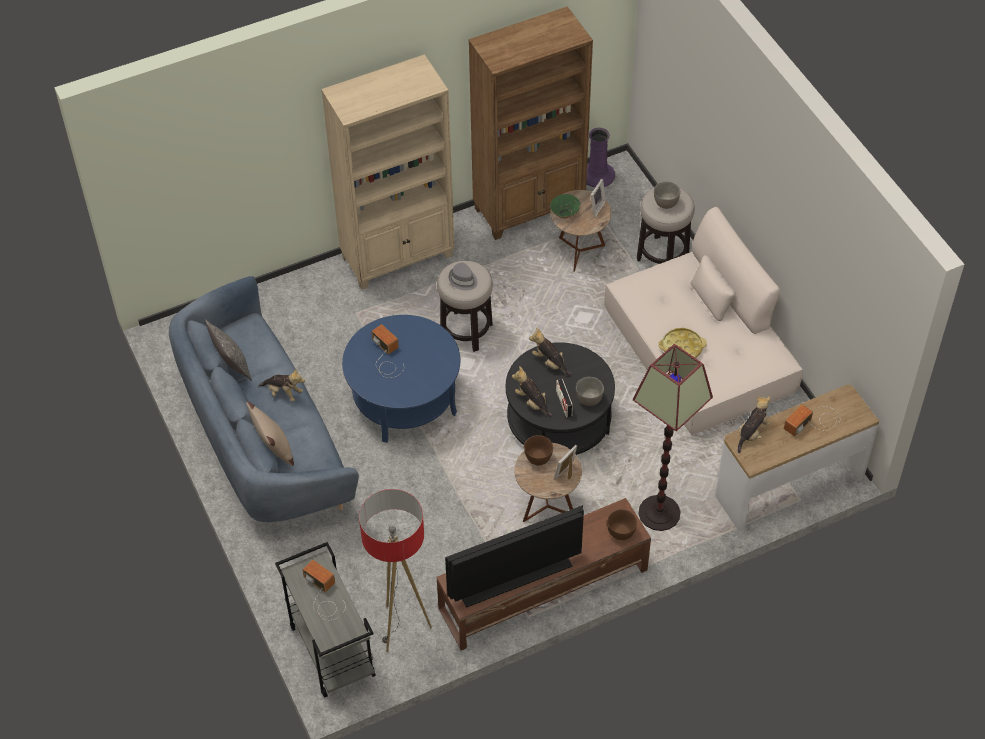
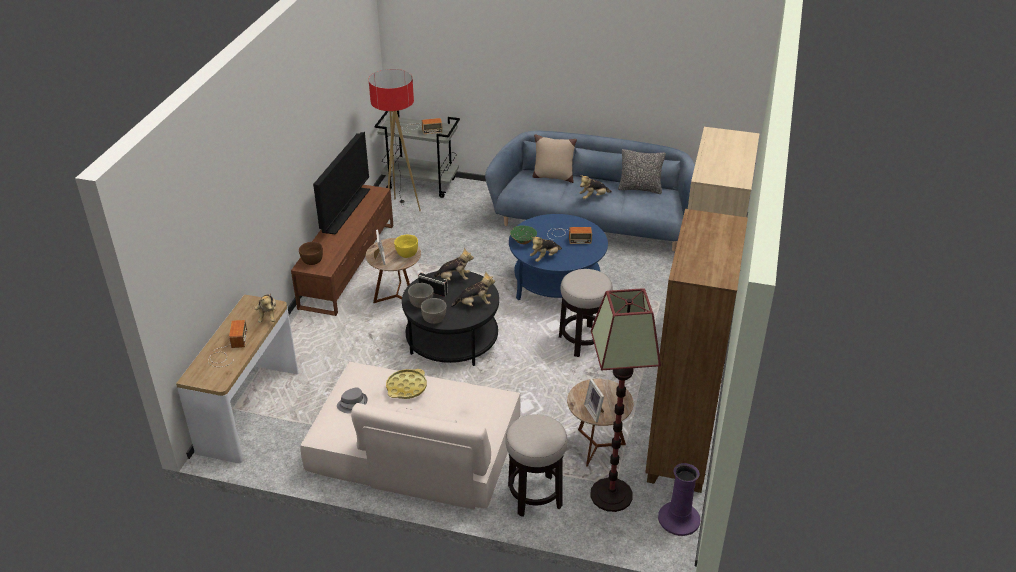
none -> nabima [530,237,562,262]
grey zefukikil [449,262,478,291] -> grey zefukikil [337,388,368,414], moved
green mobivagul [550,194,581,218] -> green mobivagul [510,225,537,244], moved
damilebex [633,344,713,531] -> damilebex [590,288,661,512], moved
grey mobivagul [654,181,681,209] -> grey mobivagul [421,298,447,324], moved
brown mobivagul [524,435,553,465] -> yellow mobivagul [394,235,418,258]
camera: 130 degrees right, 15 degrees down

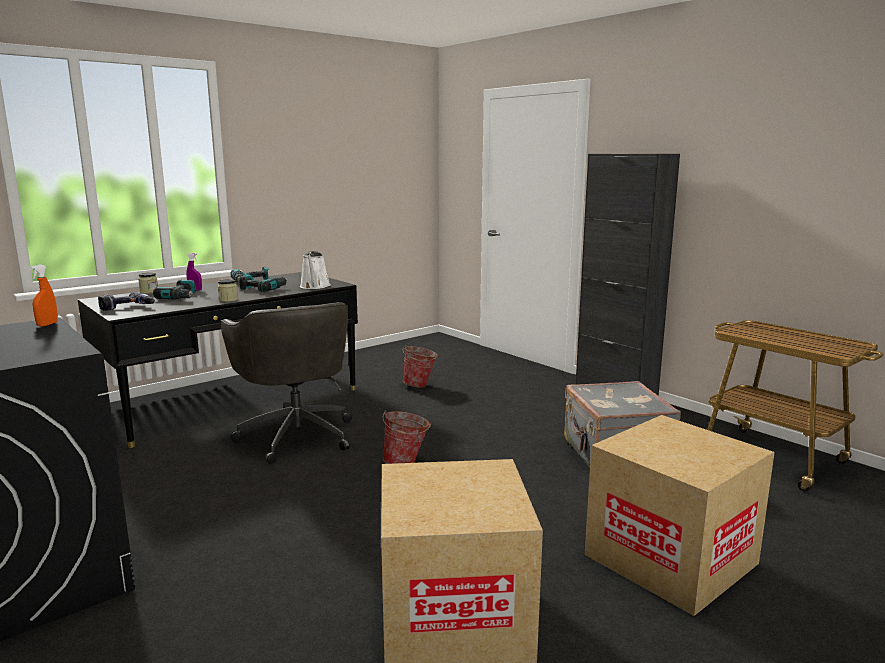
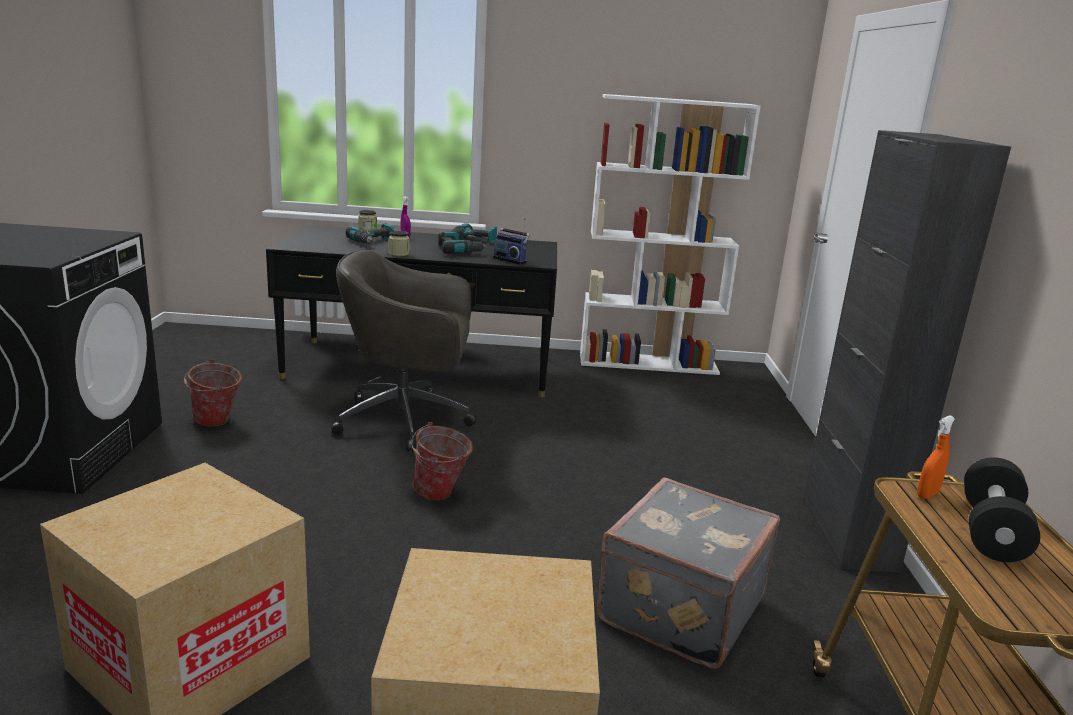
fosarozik [98,292,155,311] -> none
none -> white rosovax [580,94,761,375]
none -> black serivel [964,457,1040,562]
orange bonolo [30,264,58,327] -> orange bonolo [917,415,955,499], moved
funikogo [402,344,439,388] -> funikogo [184,359,242,427], moved
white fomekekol [300,251,331,289] -> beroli [493,218,530,265]
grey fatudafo [220,302,352,464] -> grey fatudafo [331,250,476,452], 75 degrees clockwise
camera: 40 degrees right, 5 degrees up

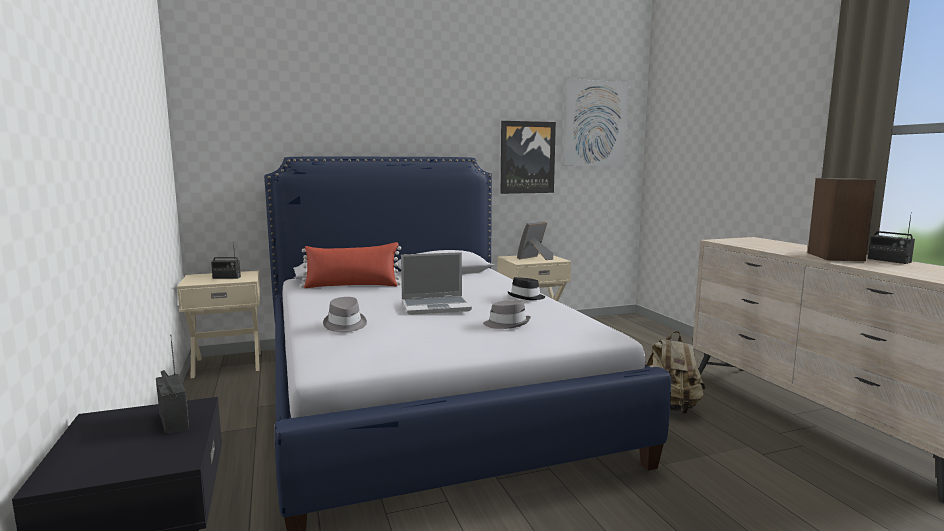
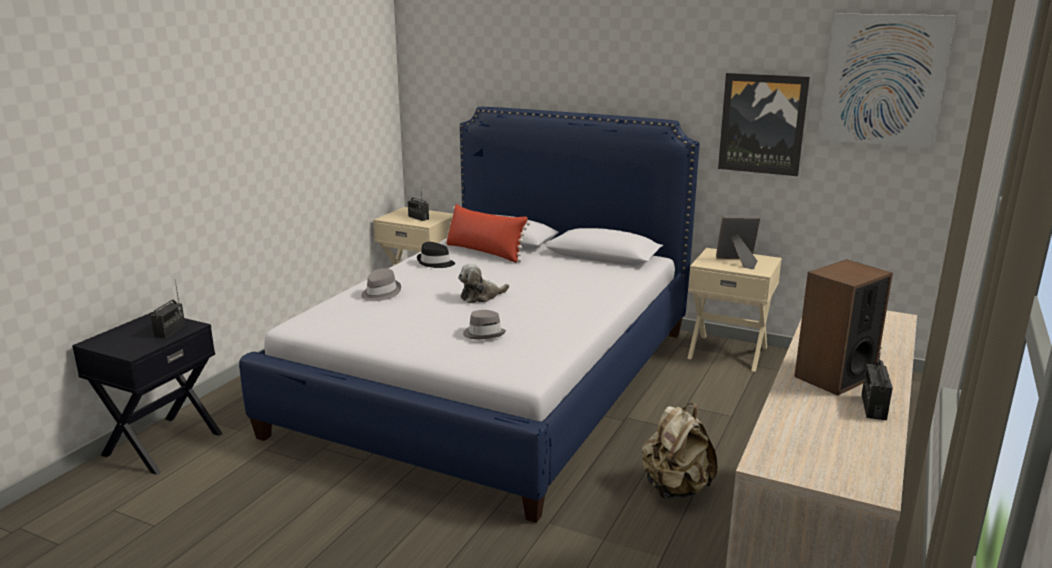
black zefukikil [507,277,545,300] -> black zefukikil [417,242,455,268], moved
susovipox [401,252,472,315] -> nabima [458,264,509,303]
camera: 45 degrees right, 10 degrees up

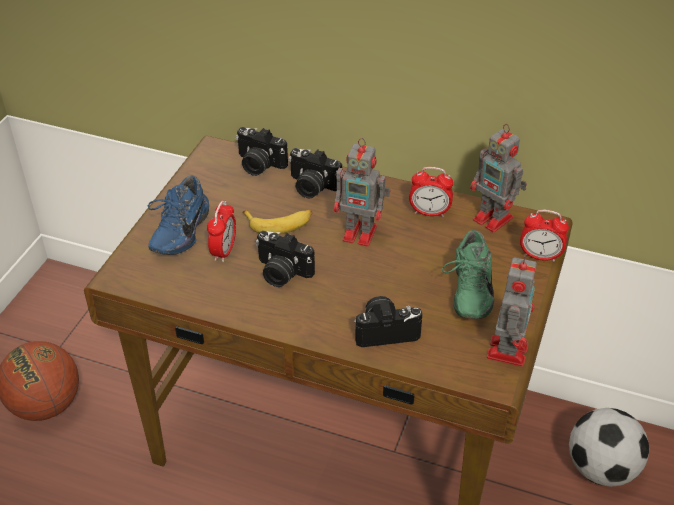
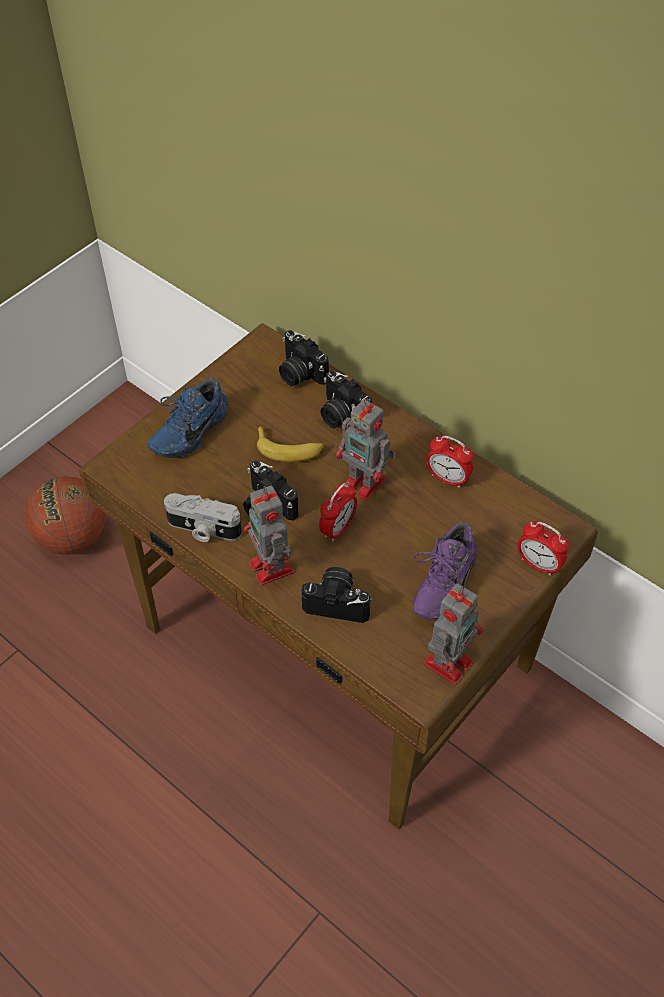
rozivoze [569,408,649,487] -> none
none -> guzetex [164,493,242,542]
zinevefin [207,201,236,262] -> zinevefin [319,482,357,542], moved
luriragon [470,124,527,233] -> luriragon [244,486,294,585], moved
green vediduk [442,230,494,319] -> purple vediduk [413,522,477,621]
camera: 20 degrees right, 10 degrees up

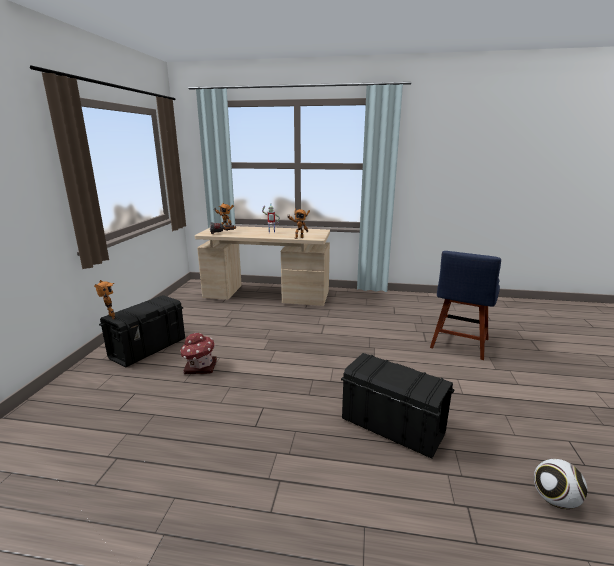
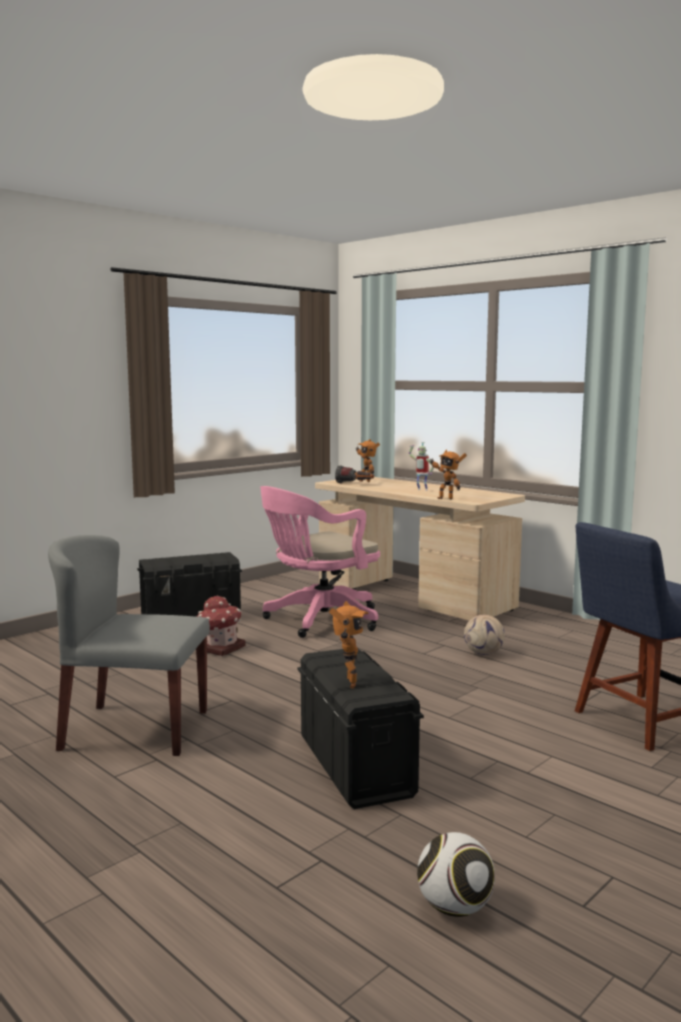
none -> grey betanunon [48,535,210,756]
none -> pink fatudafo [260,486,380,638]
none -> rozivoze [464,615,505,655]
luriragon [94,280,115,319] -> luriragon [329,601,369,688], moved
camera: 35 degrees right, 10 degrees down

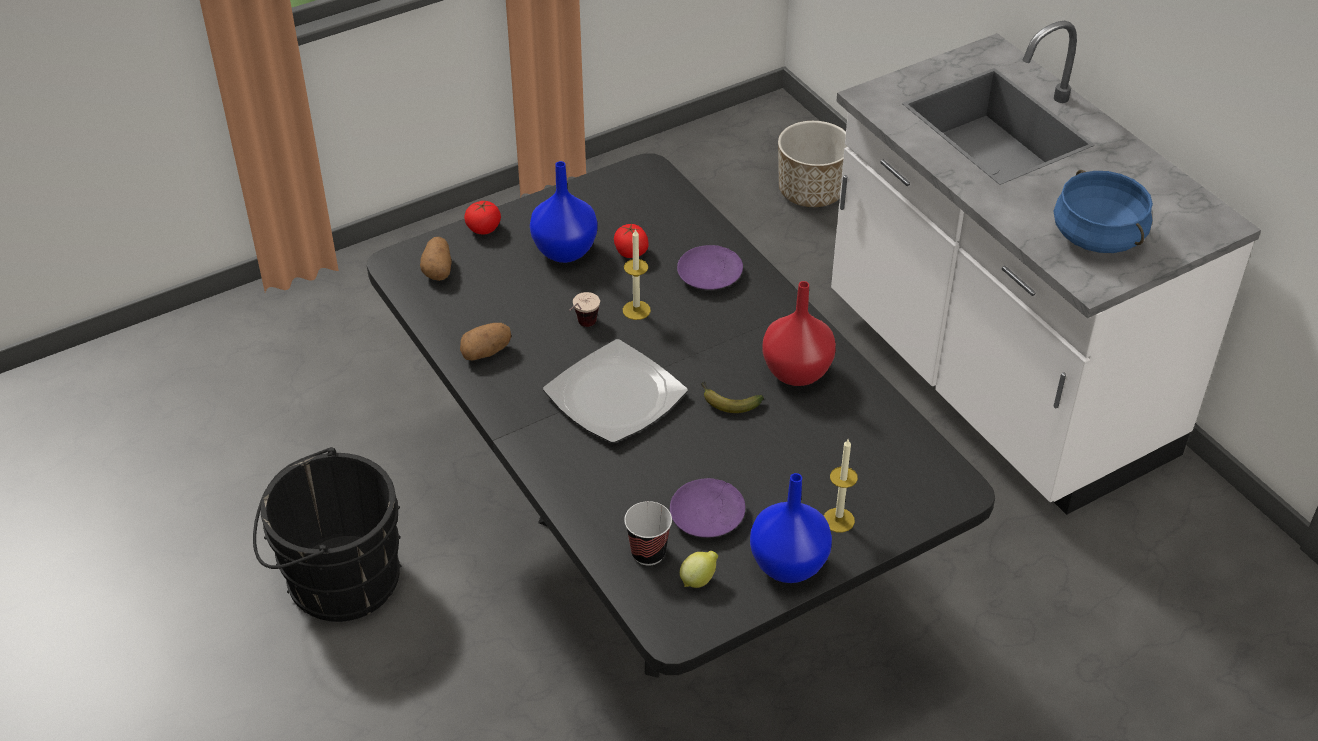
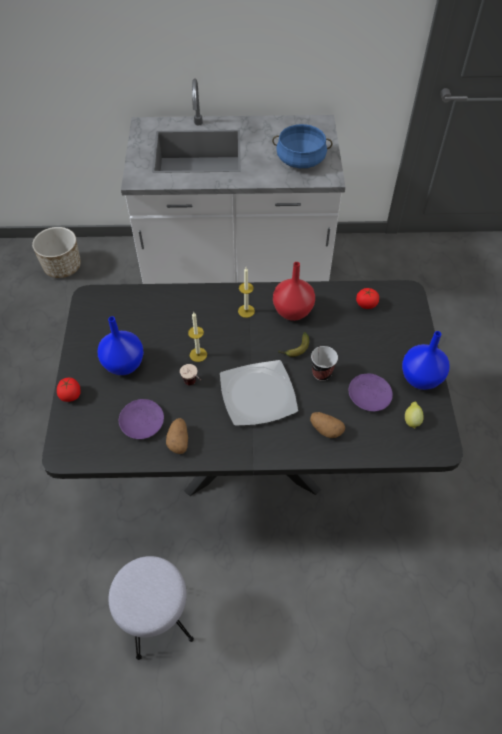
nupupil [420,237,452,281] -> nupupil [310,412,345,438], moved
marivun [614,223,649,258] -> marivun [356,288,379,309], moved
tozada [624,501,672,566] -> tozada [311,346,338,381], moved
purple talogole [677,245,743,290] -> purple talogole [119,399,164,439], moved
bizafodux [824,439,858,533] -> bizafodux [238,268,255,318], moved
black funikogo [253,447,401,622] -> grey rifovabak [108,556,194,660]
camera: 60 degrees left, 10 degrees up

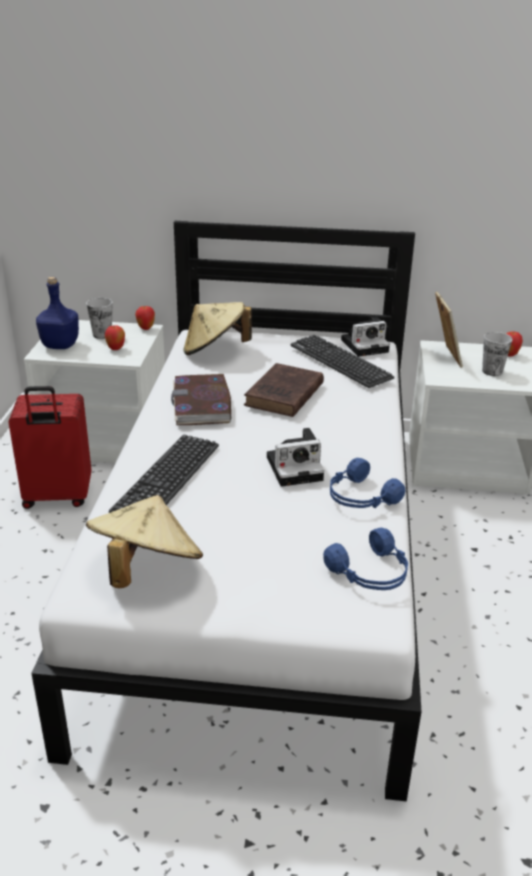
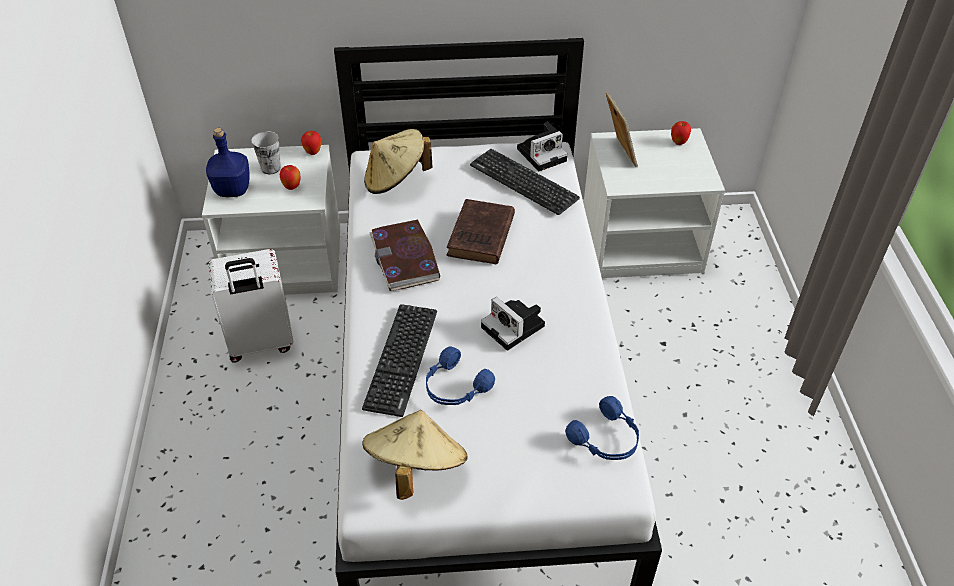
tozada [482,332,513,376] -> none
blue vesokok [330,458,405,508] -> blue vesokok [426,346,495,405], moved
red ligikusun [8,386,92,509] -> white ligikusun [209,249,293,363]
guzetex [267,428,324,487] -> guzetex [481,297,545,351], 75 degrees clockwise
camera: 10 degrees left, 15 degrees up

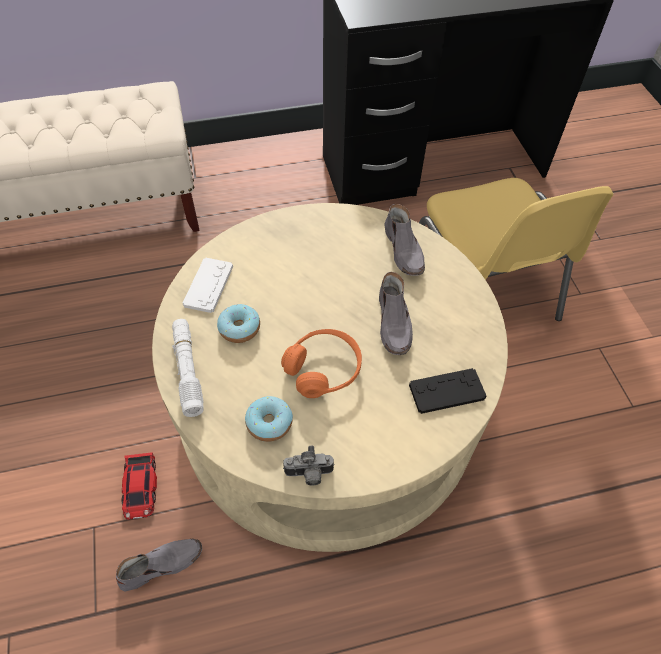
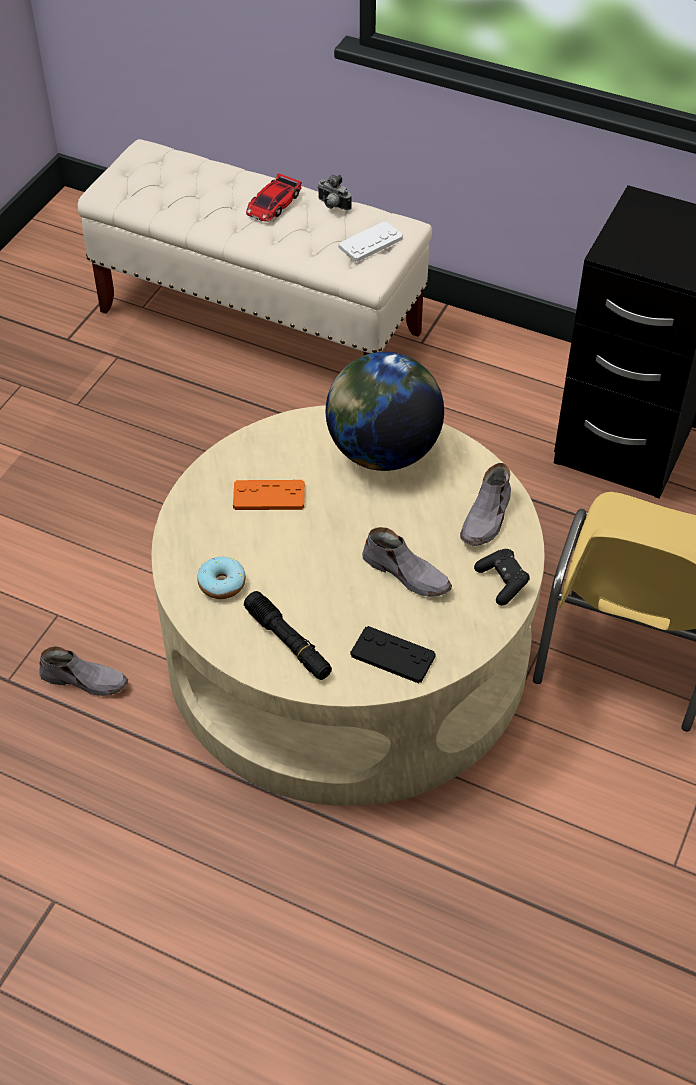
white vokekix [172,319,204,417] -> none
orange vesokok [281,329,362,398] -> none
none -> black vokekix [244,591,332,680]
none -> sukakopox [326,352,444,471]
none -> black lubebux [474,549,530,605]
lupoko [122,452,157,520] -> lupoko [246,173,302,222], moved
white lubebux [183,258,233,313] -> white lubebux [338,221,403,262], moved
guzetex [283,446,335,486] -> guzetex [317,175,352,211], moved
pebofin [217,304,260,343] -> orange lubebux [233,480,305,510]
grey vediduk [379,272,413,355] -> grey vediduk [362,527,452,597], 90 degrees counterclockwise
camera: 40 degrees right, 5 degrees down

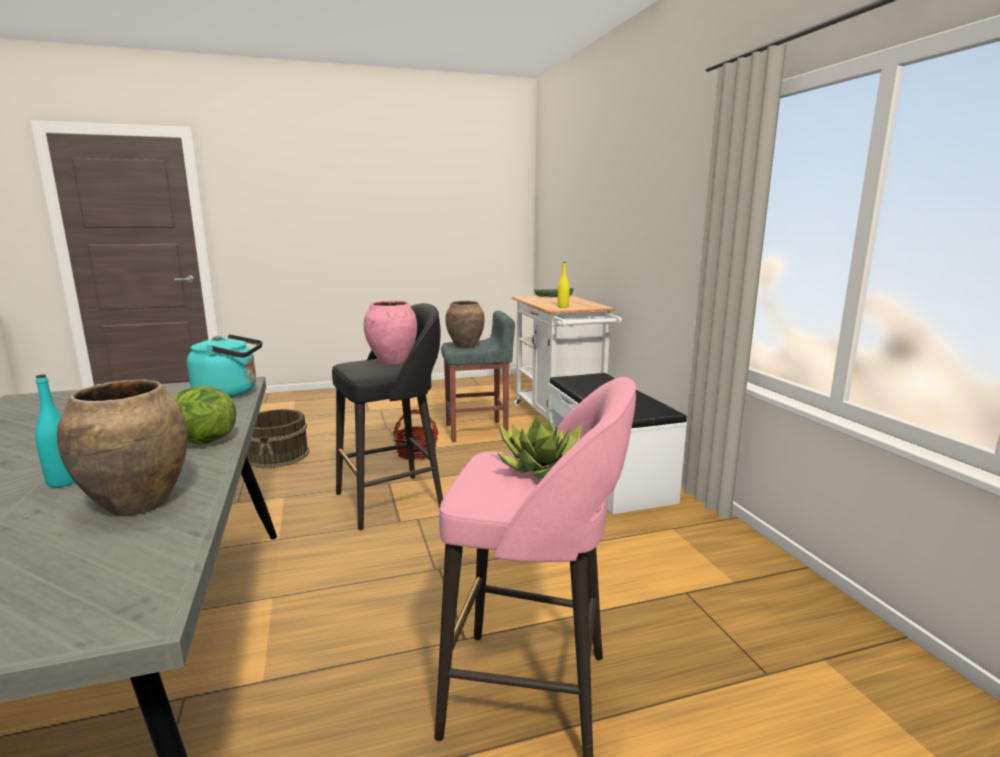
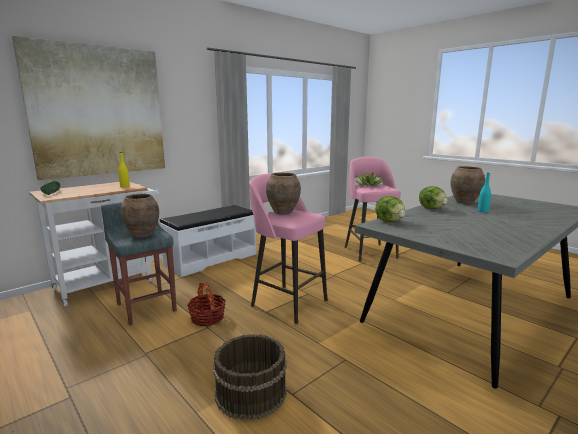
none -> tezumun [12,36,165,180]
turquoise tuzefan [187,334,262,397] -> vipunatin [375,196,405,222]
black rifovabak [332,303,443,530] -> pink rifovabak [250,174,328,324]
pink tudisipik [364,300,417,365] -> brown tudisipik [266,173,301,215]
camera: 115 degrees left, 0 degrees up

